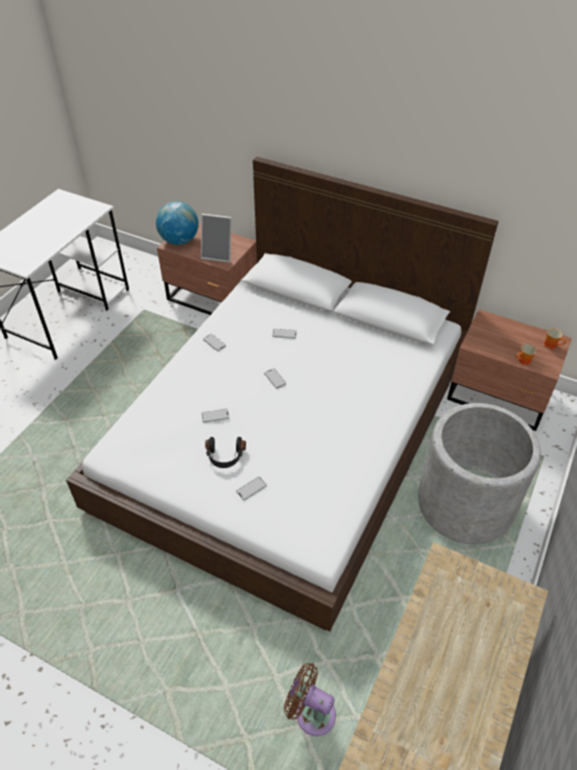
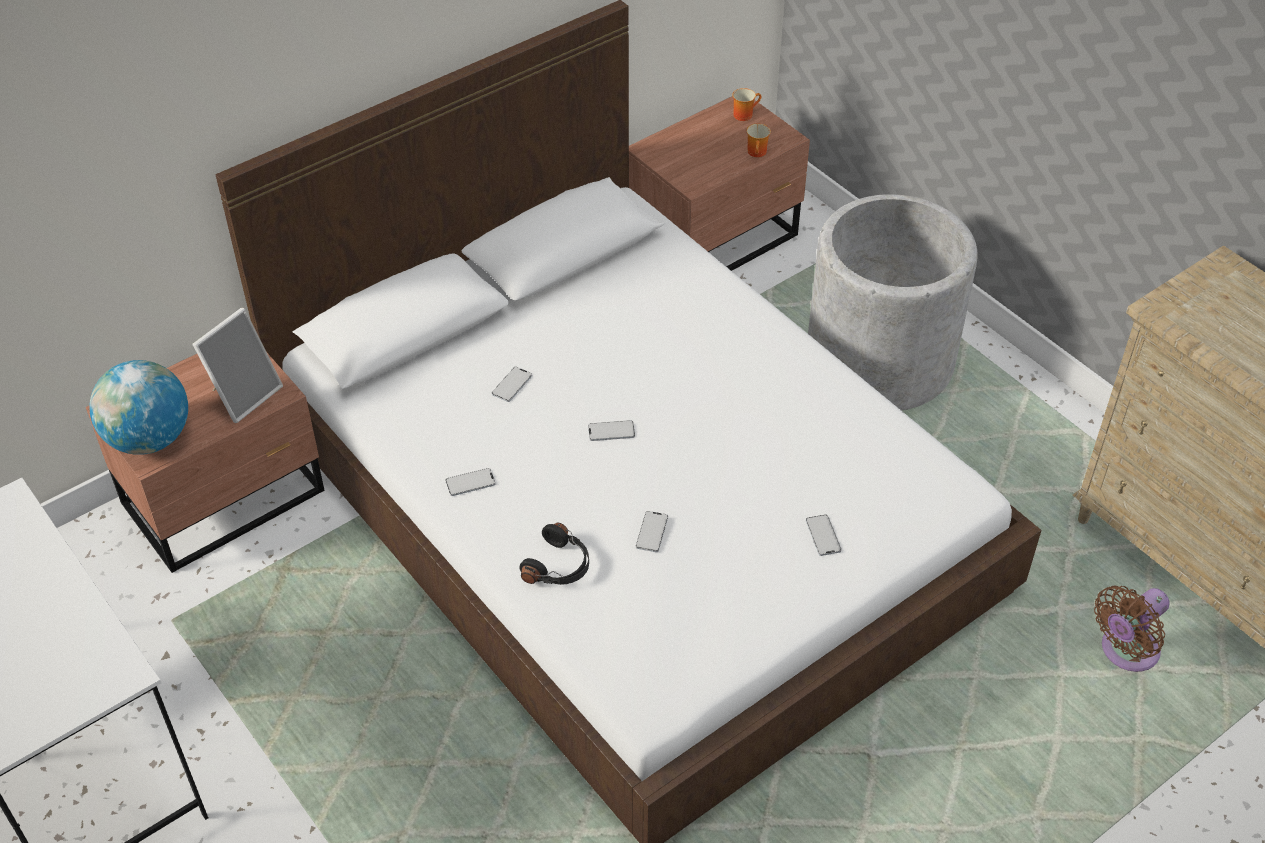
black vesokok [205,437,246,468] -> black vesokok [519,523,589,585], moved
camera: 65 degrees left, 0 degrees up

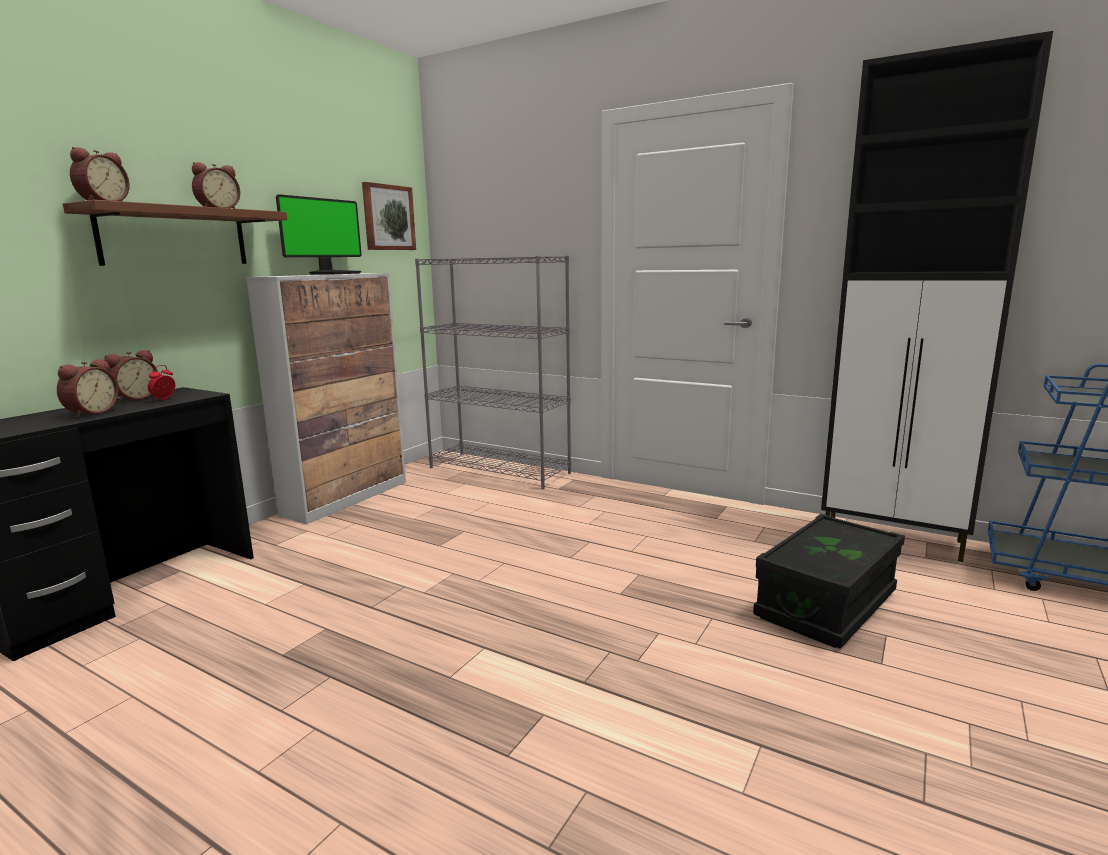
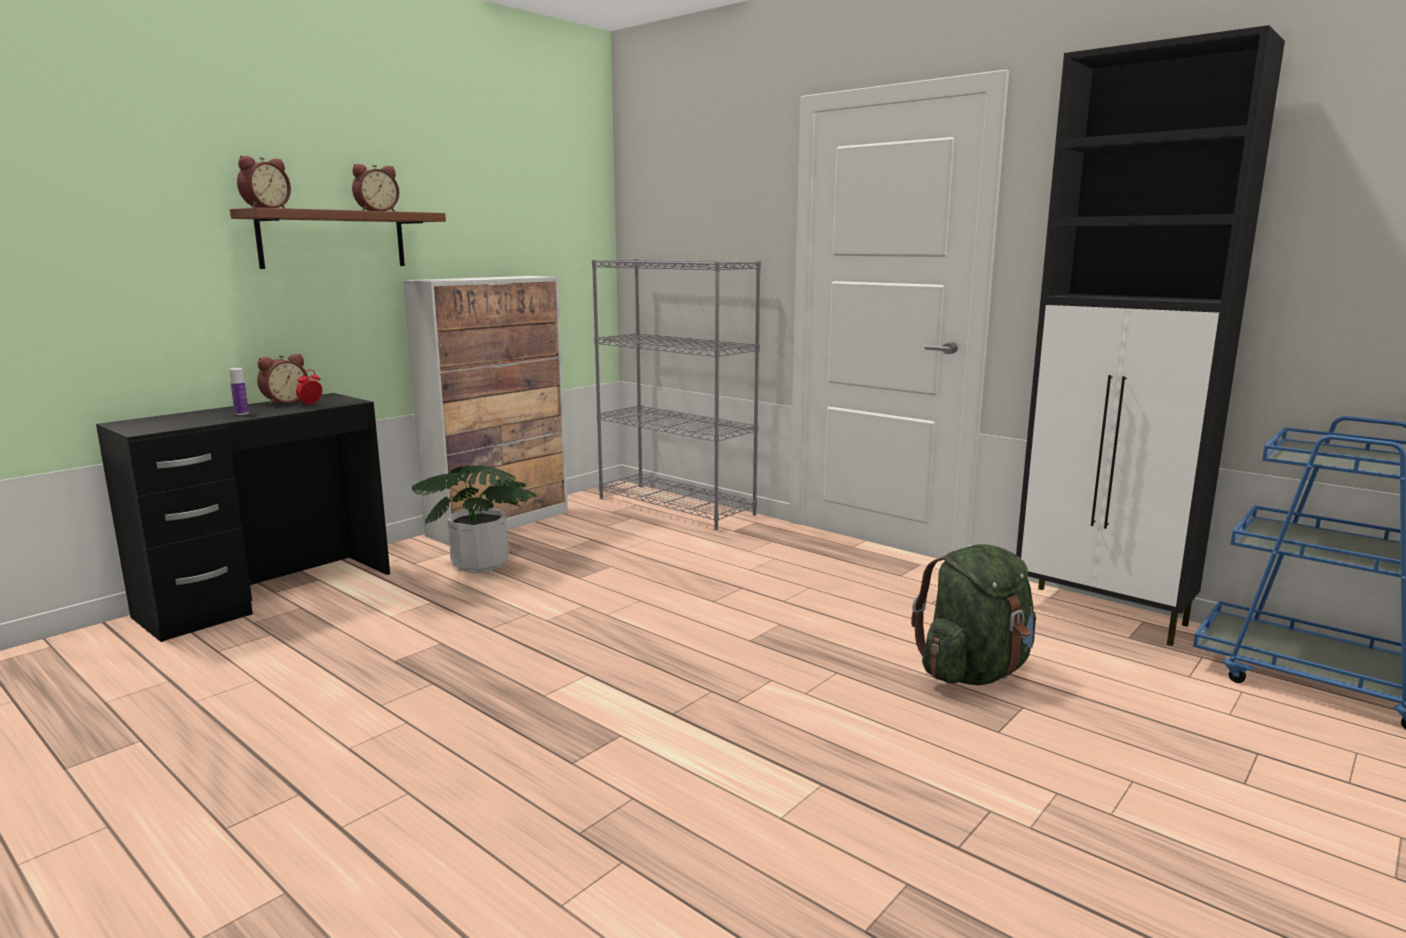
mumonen [276,194,362,275] -> none
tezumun [362,182,416,250] -> none
none -> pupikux [412,465,537,573]
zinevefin [57,359,119,418] -> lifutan [229,368,249,415]
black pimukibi [753,514,905,648] -> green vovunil [911,544,1036,685]
camera: 10 degrees right, 0 degrees up

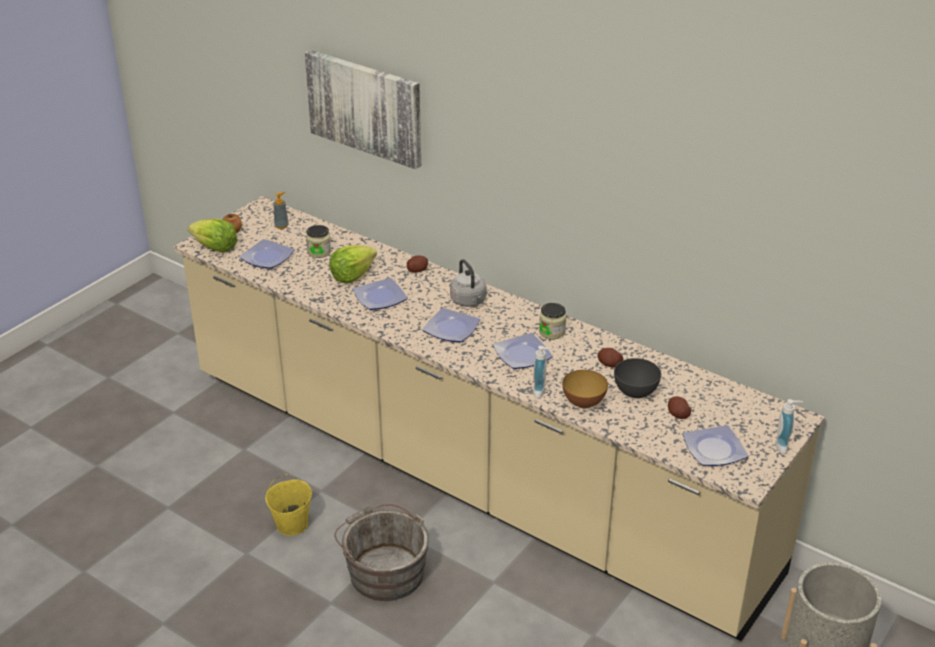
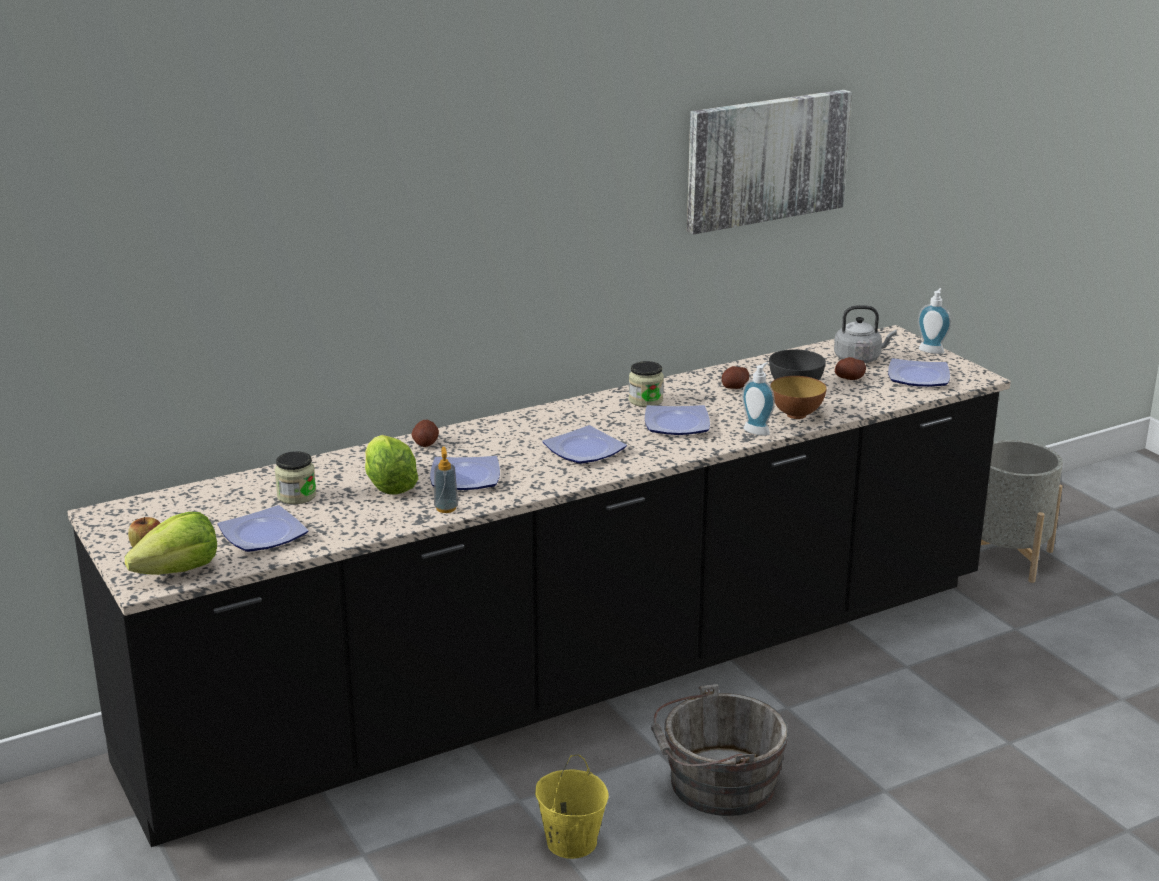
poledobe [273,192,289,229] -> poledobe [434,447,458,513], moved
tezumun [304,50,421,169] -> tezumun [687,90,852,234], moved
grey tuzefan [450,259,486,307] -> grey tuzefan [834,305,897,363], moved
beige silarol [174,196,825,641] -> black silarol [67,325,1011,847]
camera: 65 degrees left, 10 degrees down

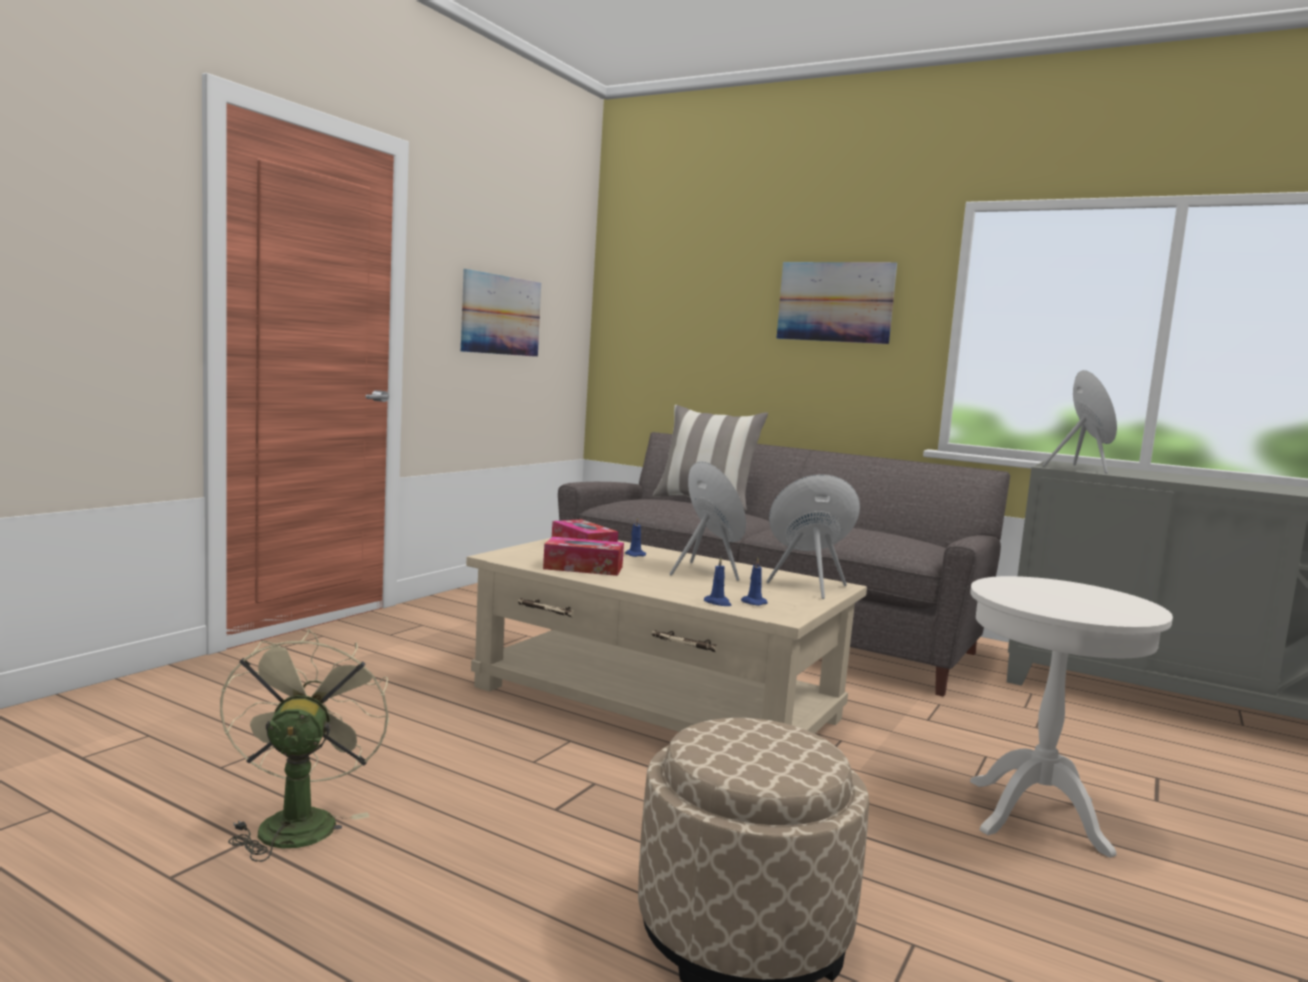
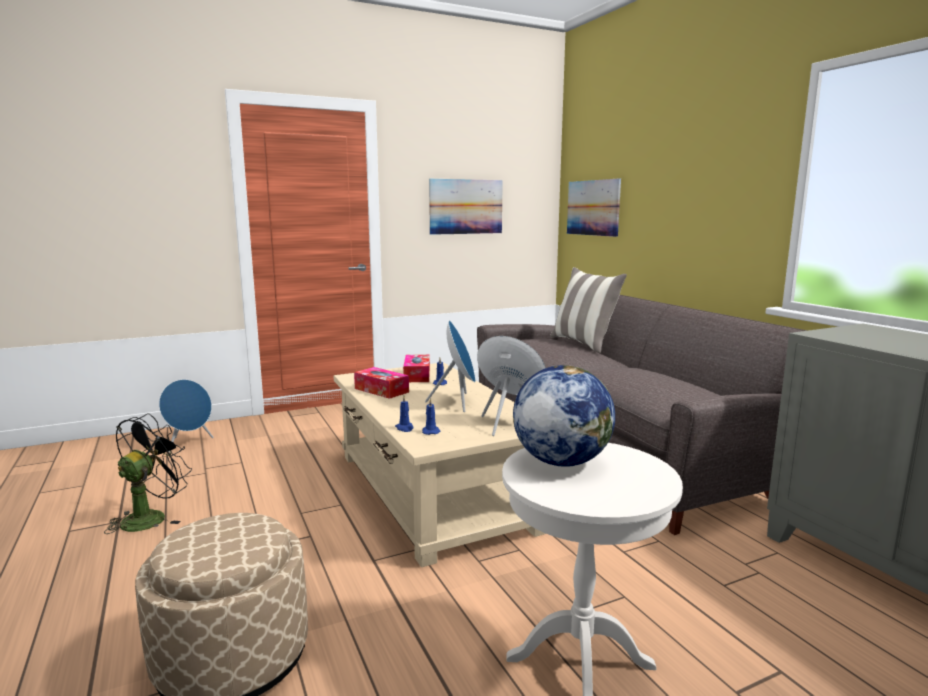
none -> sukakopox [513,365,615,467]
tezumun [776,262,897,344] -> tezumun [567,178,621,237], moved
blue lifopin [1043,370,1117,474] -> blue lifopin [159,379,214,453], moved
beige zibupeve [220,628,389,862] -> black zibupeve [104,413,192,534]
camera: 35 degrees right, 5 degrees up

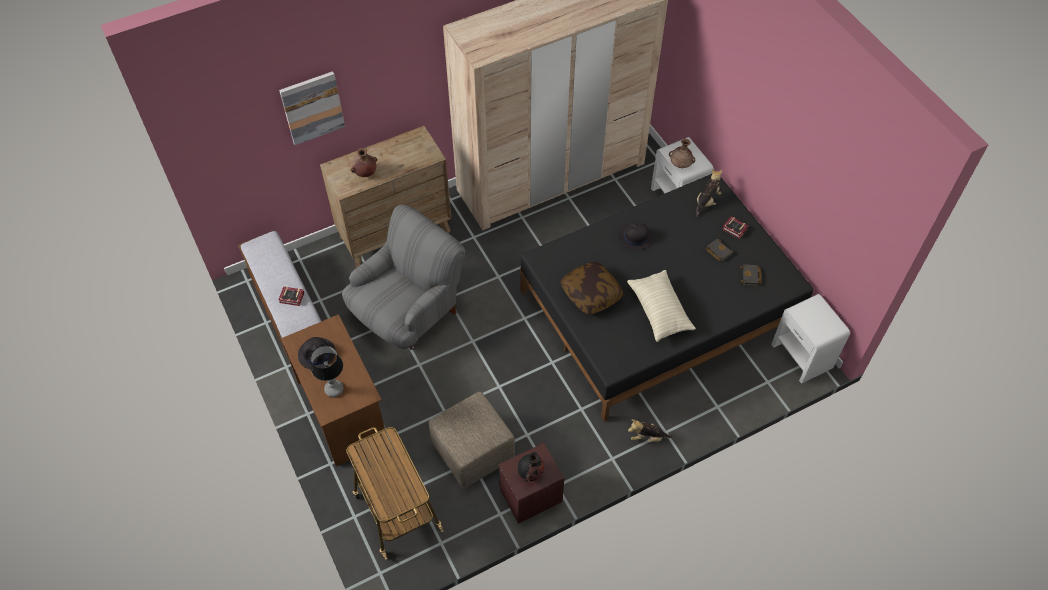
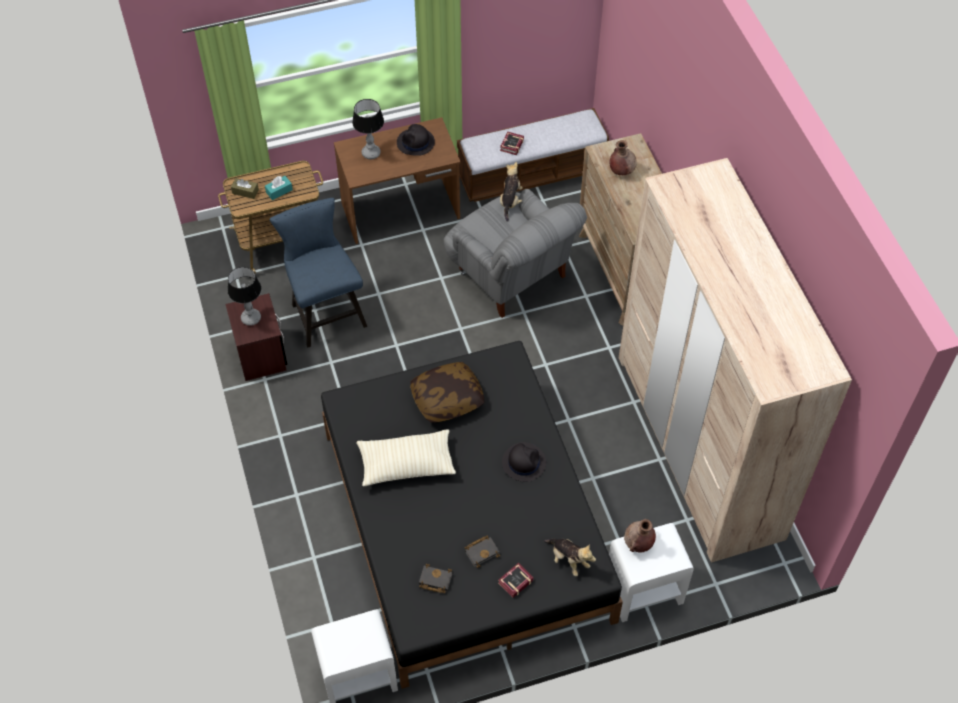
tezumun [279,71,345,145] -> none
none -> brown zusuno [231,178,259,199]
none -> turquoise zusuno [265,176,293,200]
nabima [628,419,673,442] -> nabima [500,162,522,222], moved
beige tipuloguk [429,392,515,489] -> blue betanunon [270,198,367,348]
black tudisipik [518,452,544,482] -> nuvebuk [228,267,261,326]
camera: 100 degrees right, 0 degrees up

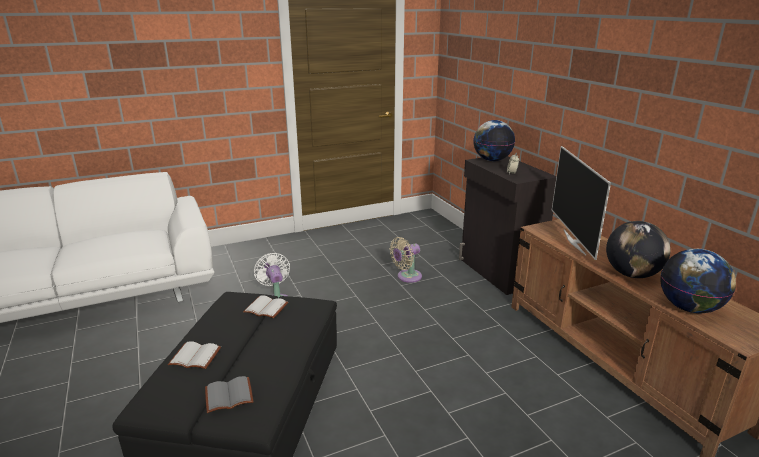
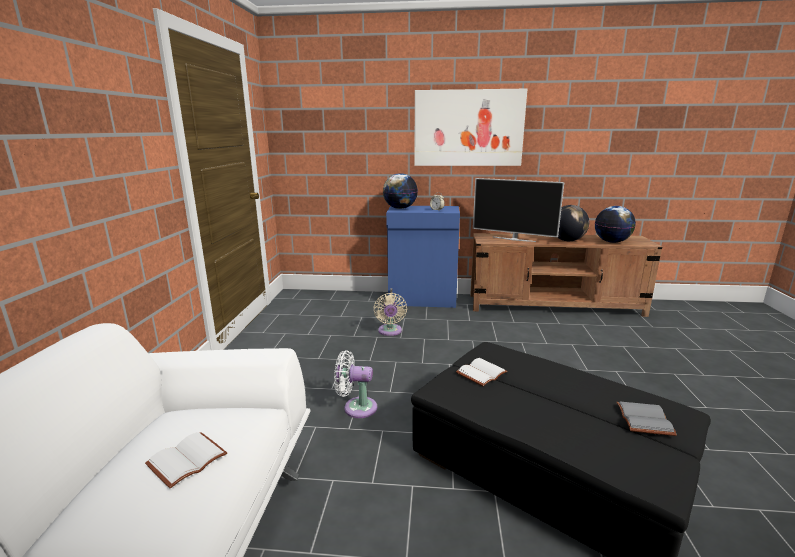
none -> tezumun [414,89,527,166]
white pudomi [168,341,221,369] -> white pudomi [145,432,227,489], moved
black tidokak [459,156,556,295] -> blue tidokak [386,206,460,308]
camera: 60 degrees left, 5 degrees down

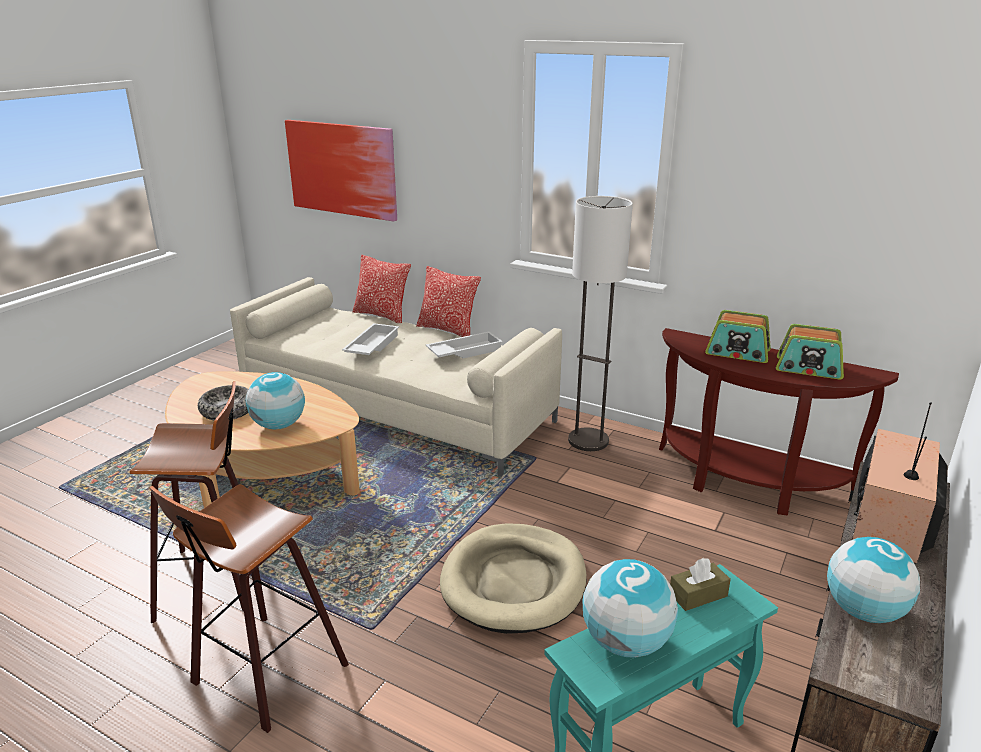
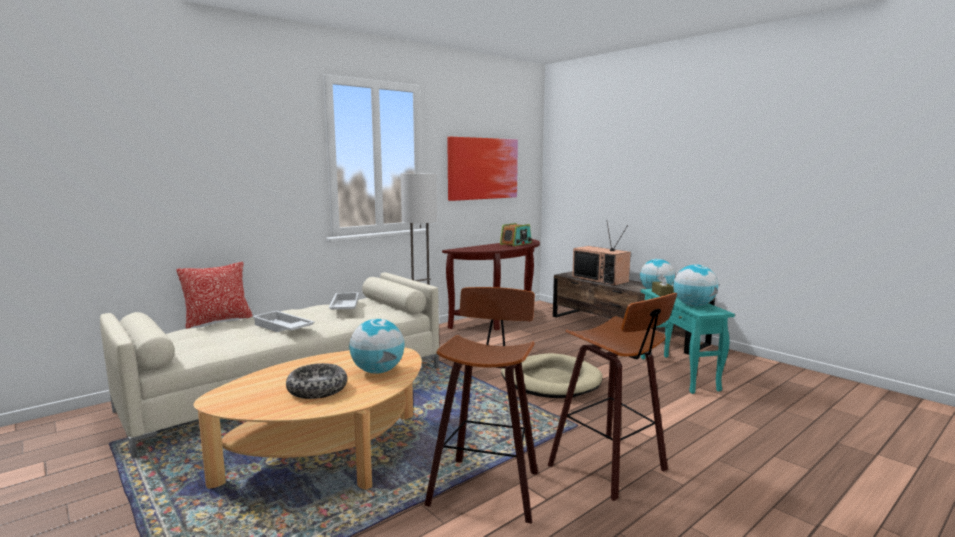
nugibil [416,266,481,337] -> none
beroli [705,310,771,363] -> none
tezumun [285,120,397,222] -> tezumun [447,137,518,201], moved
camera: 70 degrees left, 15 degrees down

